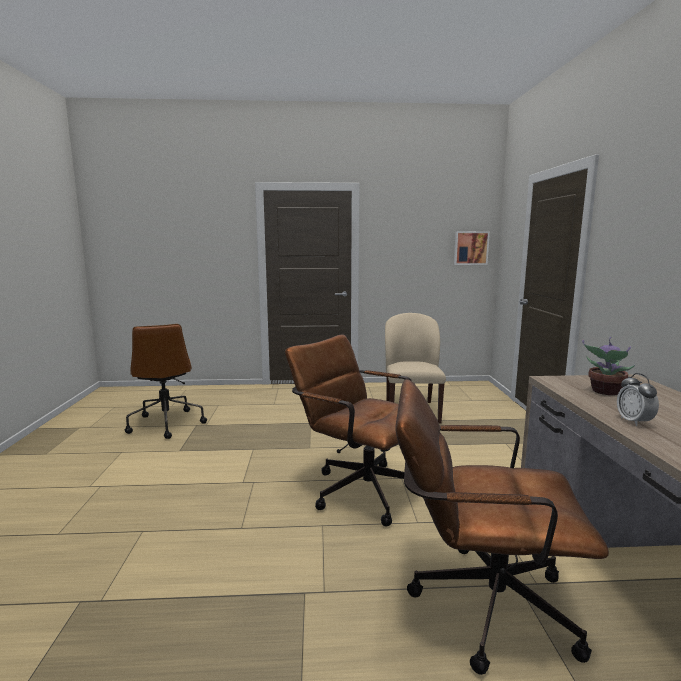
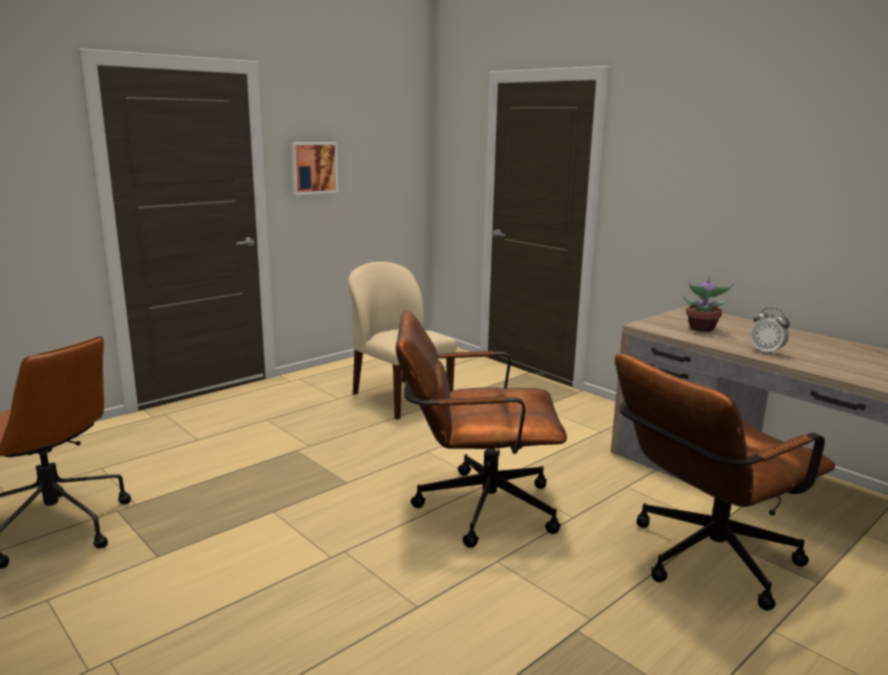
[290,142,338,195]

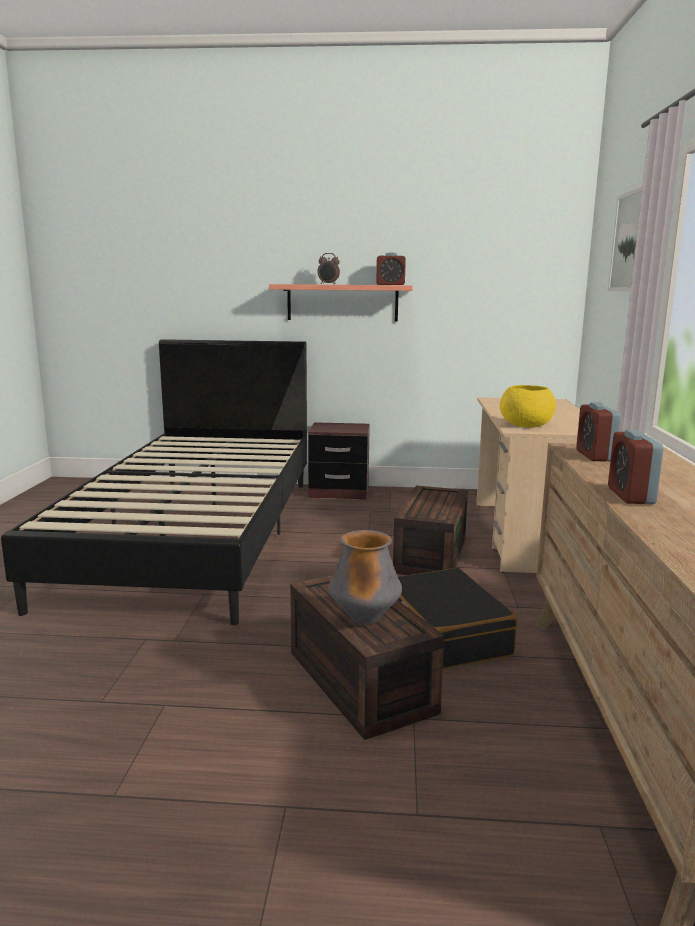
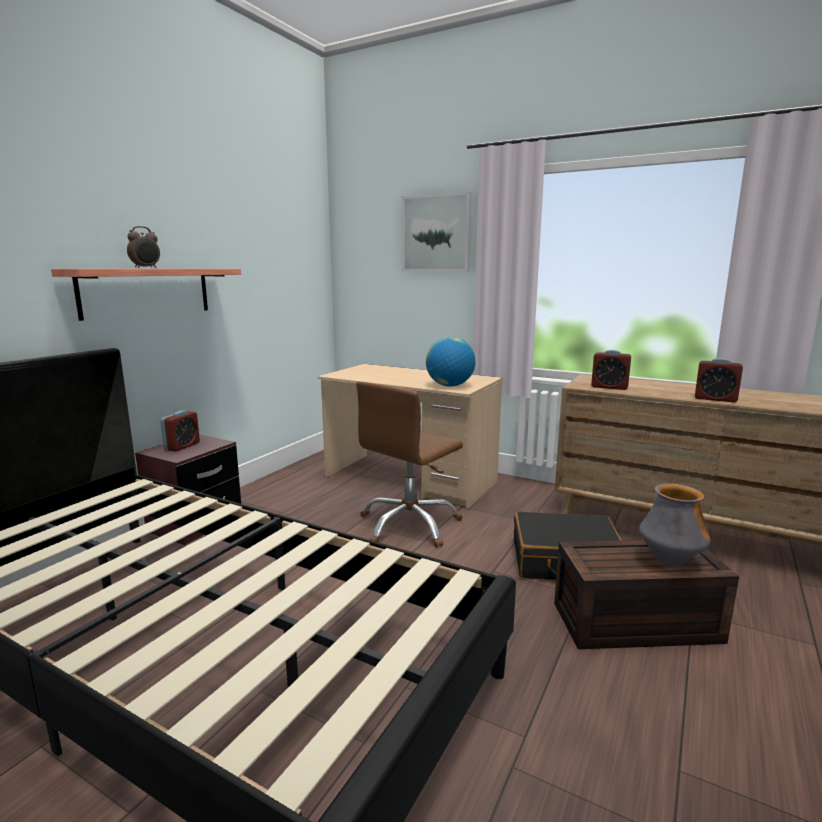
[160,411,200,452]
[356,381,463,548]
[426,337,476,387]

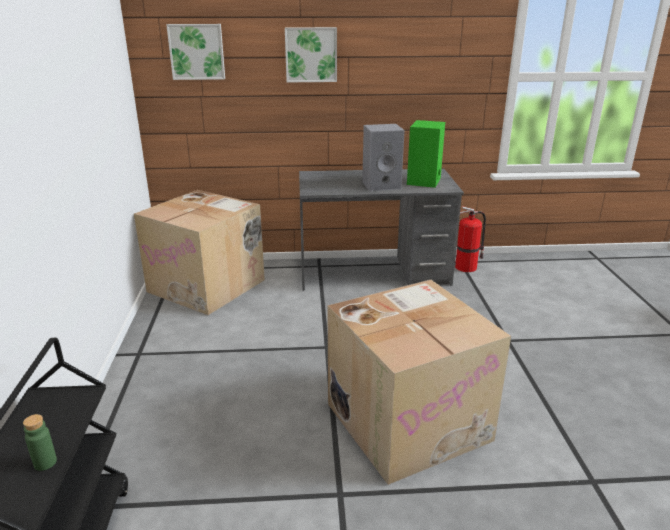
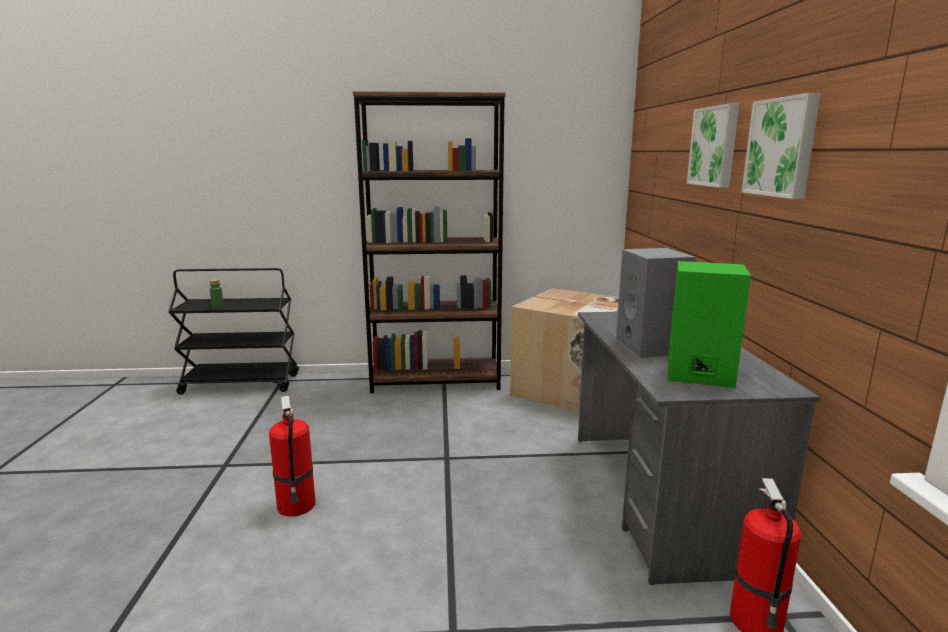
[742,93,821,199]
[269,396,315,517]
[353,91,505,393]

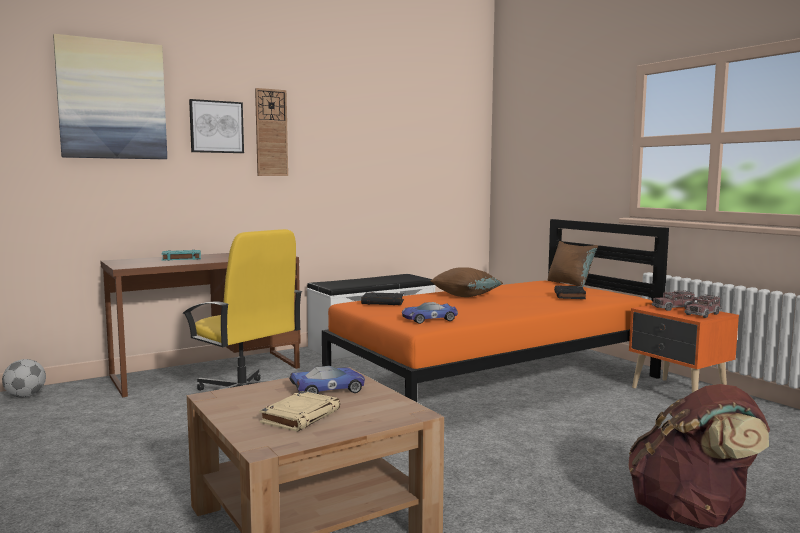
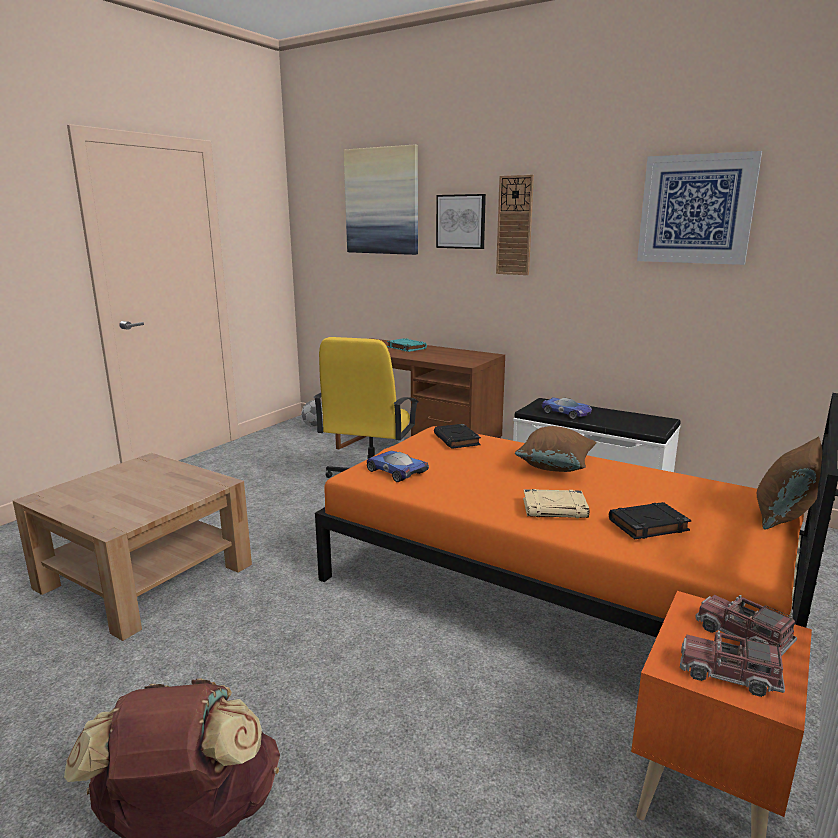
[523,489,589,518]
[541,397,592,419]
[637,151,762,265]

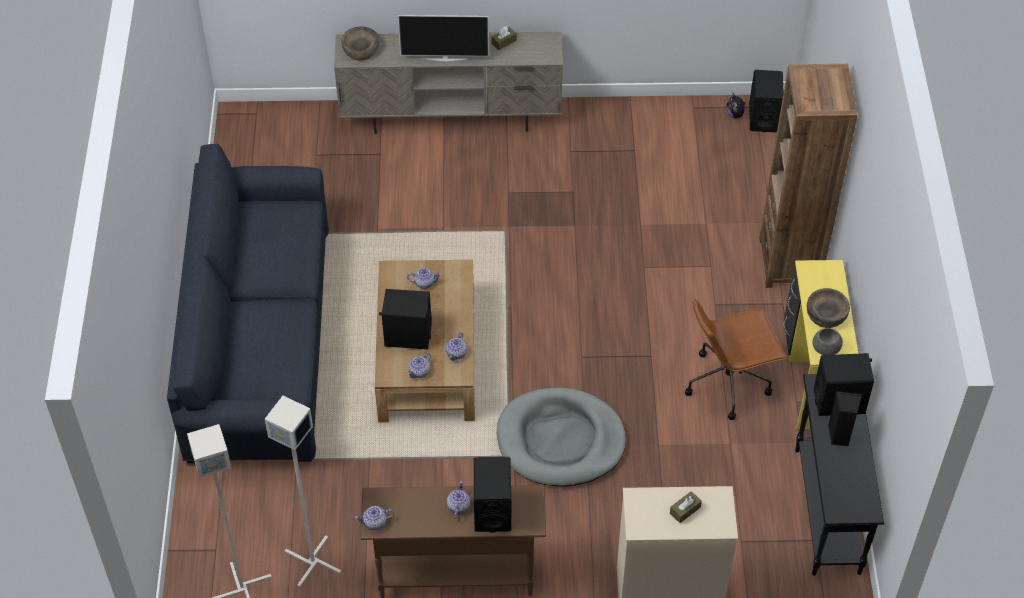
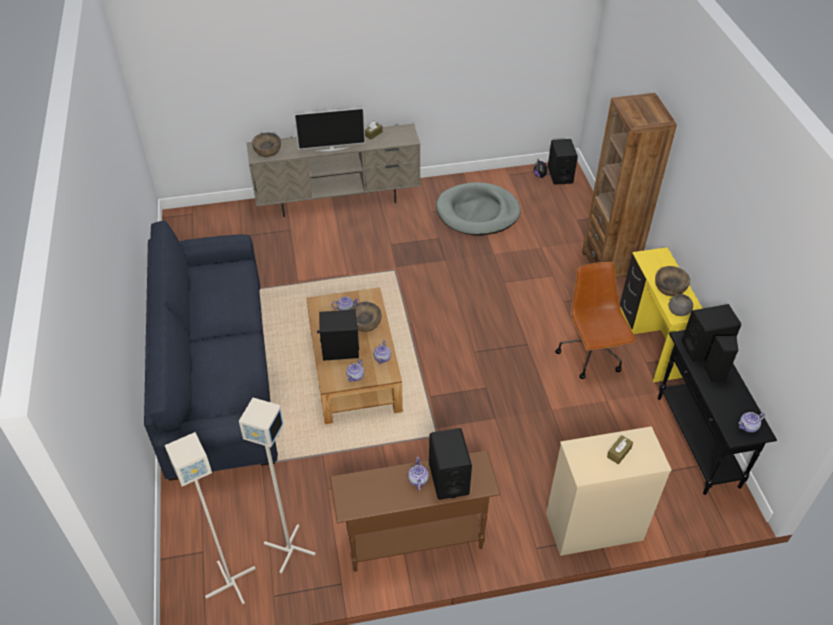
[739,412,765,432]
[436,182,521,235]
[555,262,636,379]
[350,302,382,332]

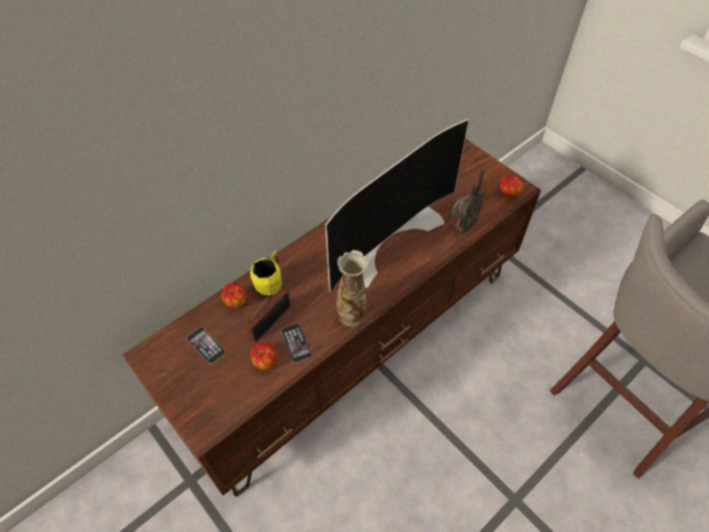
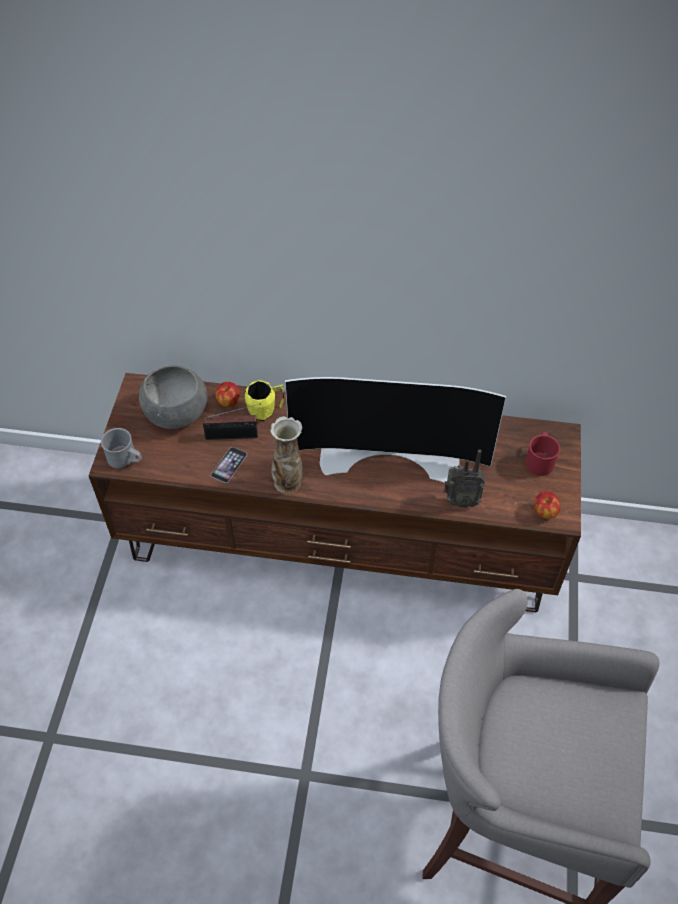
[139,365,207,429]
[251,342,277,370] (first image)
[101,428,142,469]
[525,432,560,476]

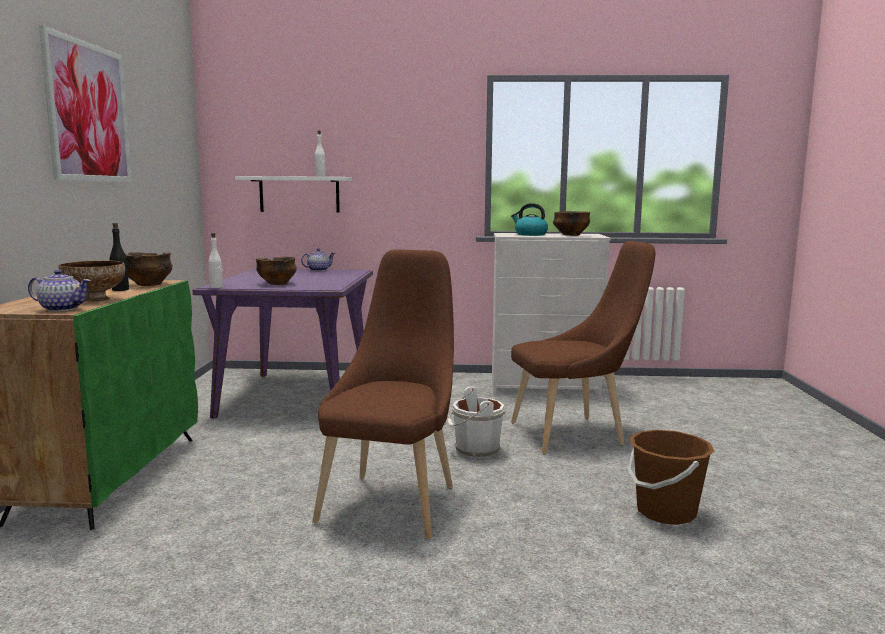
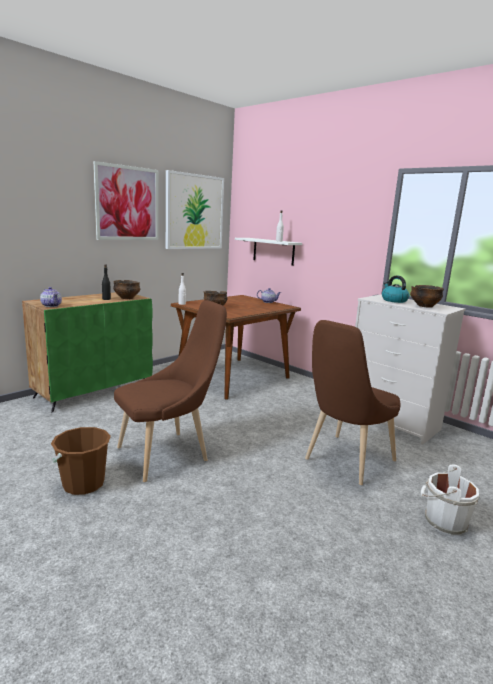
[58,261,125,302] (first image)
[171,295,301,400]
[421,464,479,535]
[305,320,401,485]
[51,427,111,495]
[166,170,224,249]

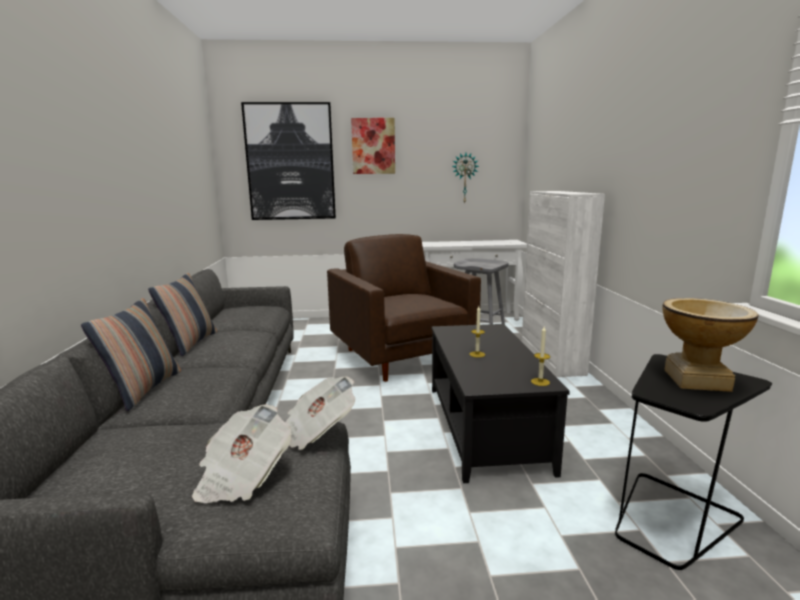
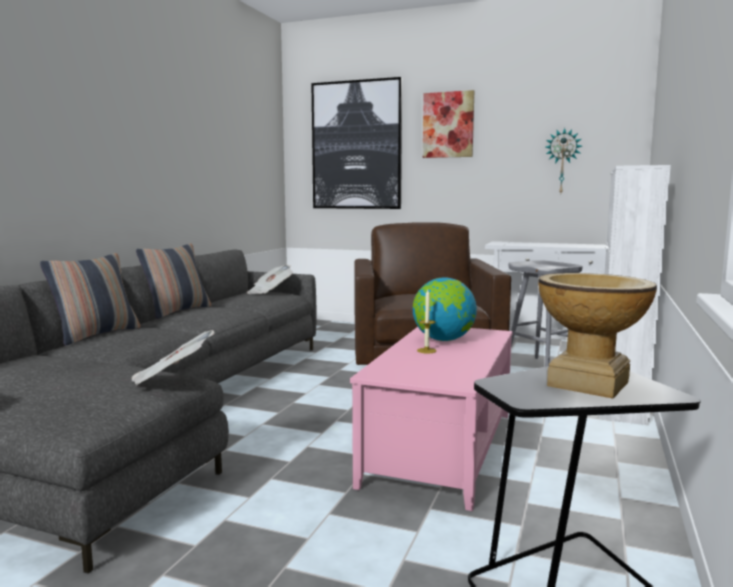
[247,265,293,294]
[350,327,513,511]
[531,326,550,386] (first image)
[413,278,477,341]

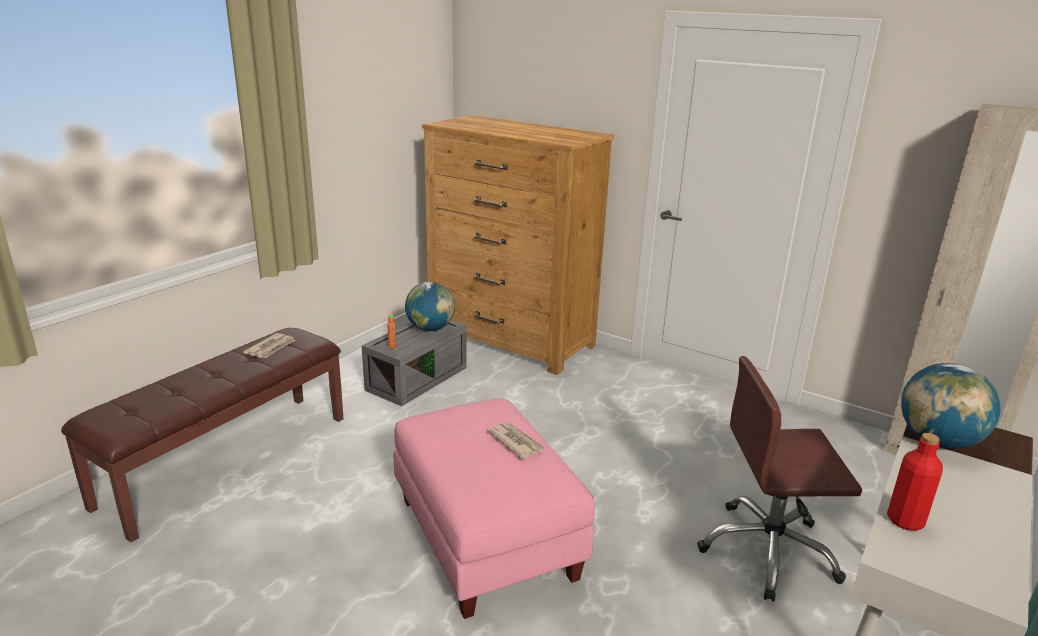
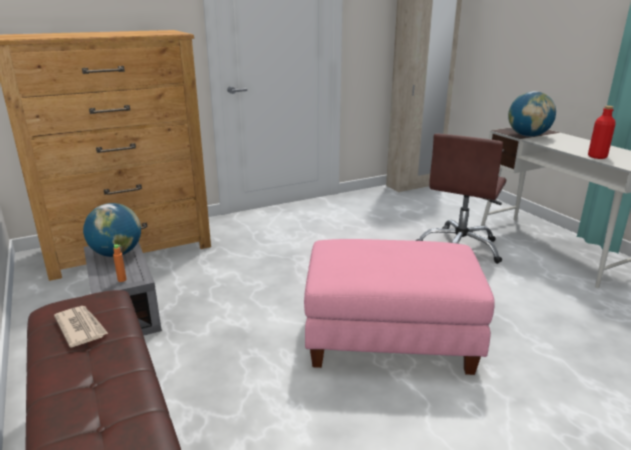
[488,422,546,459] (first image)

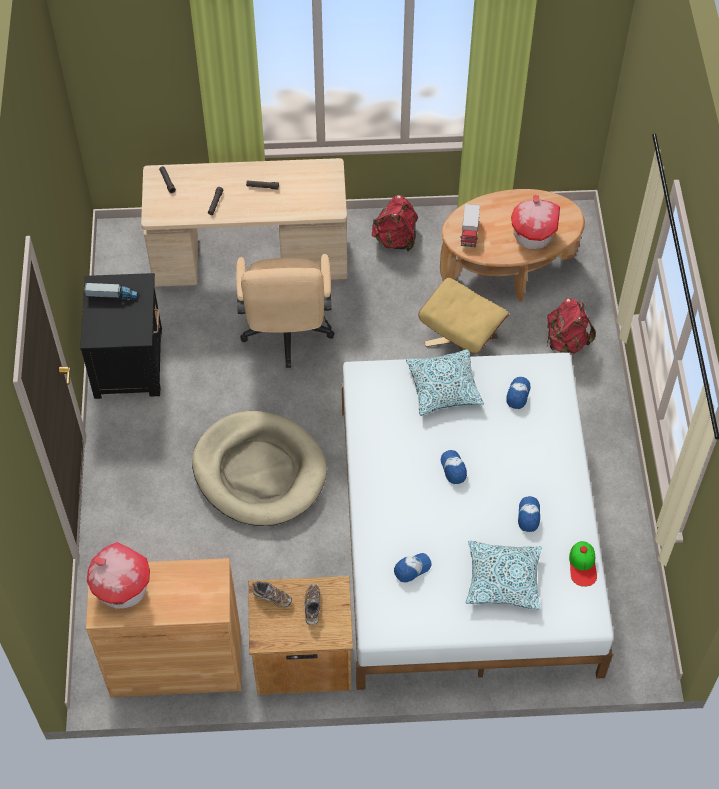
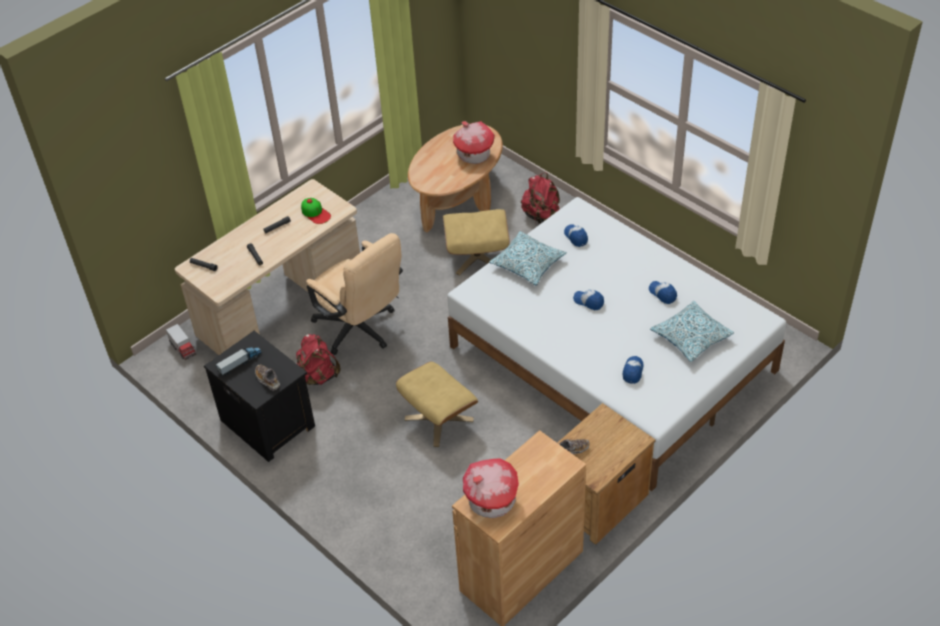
[396,362,478,447]
[255,365,280,391]
[296,334,340,385]
[166,324,196,360]
[301,198,331,224]

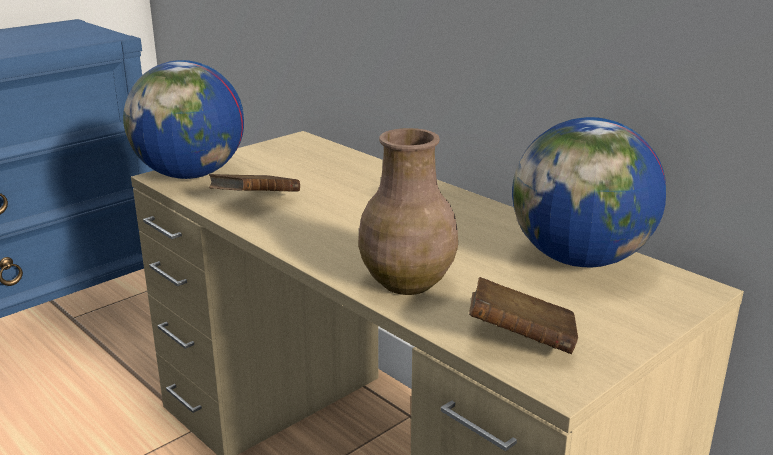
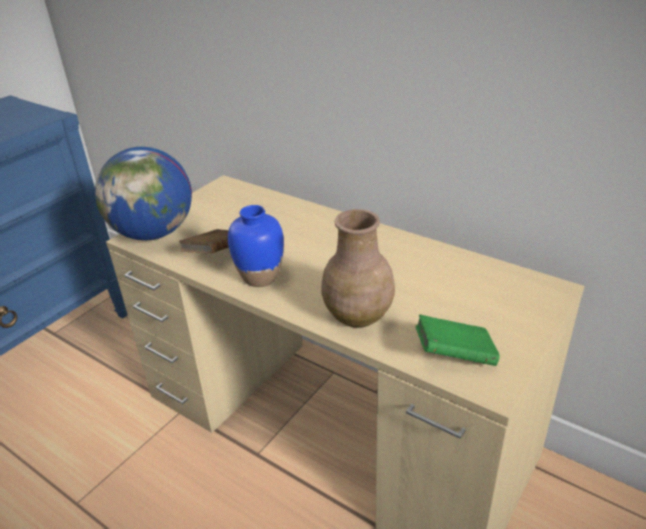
[415,315,500,366]
[512,117,666,267] (first image)
[228,205,284,287]

